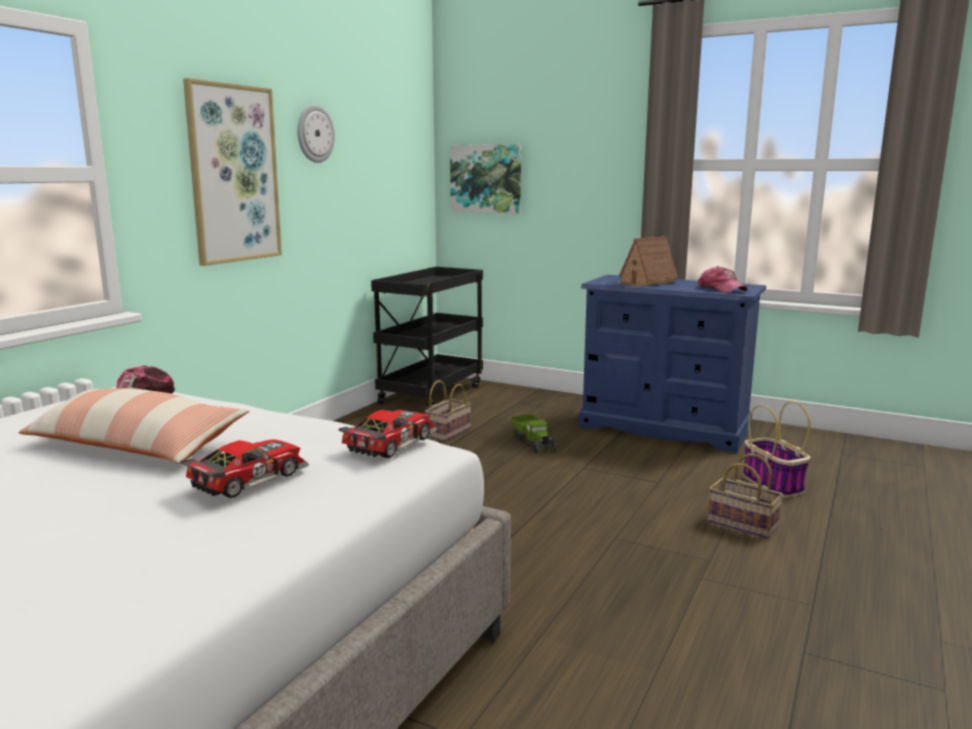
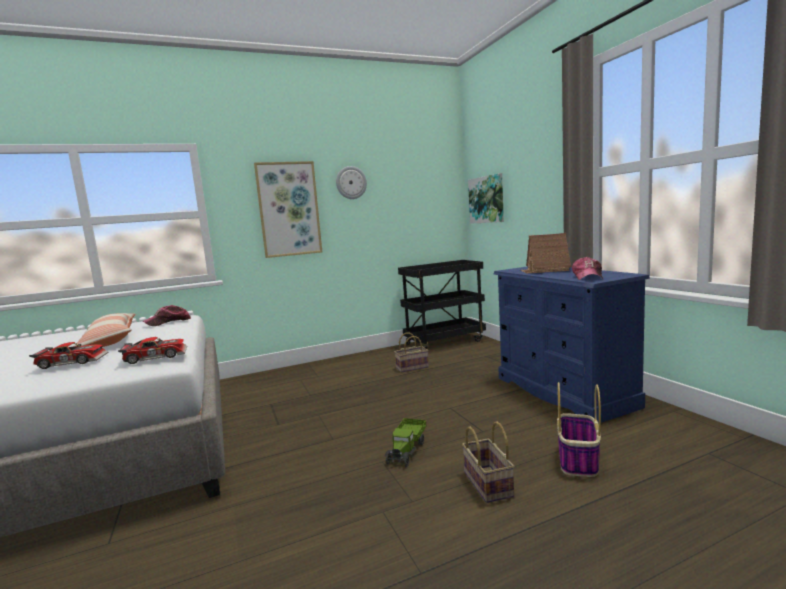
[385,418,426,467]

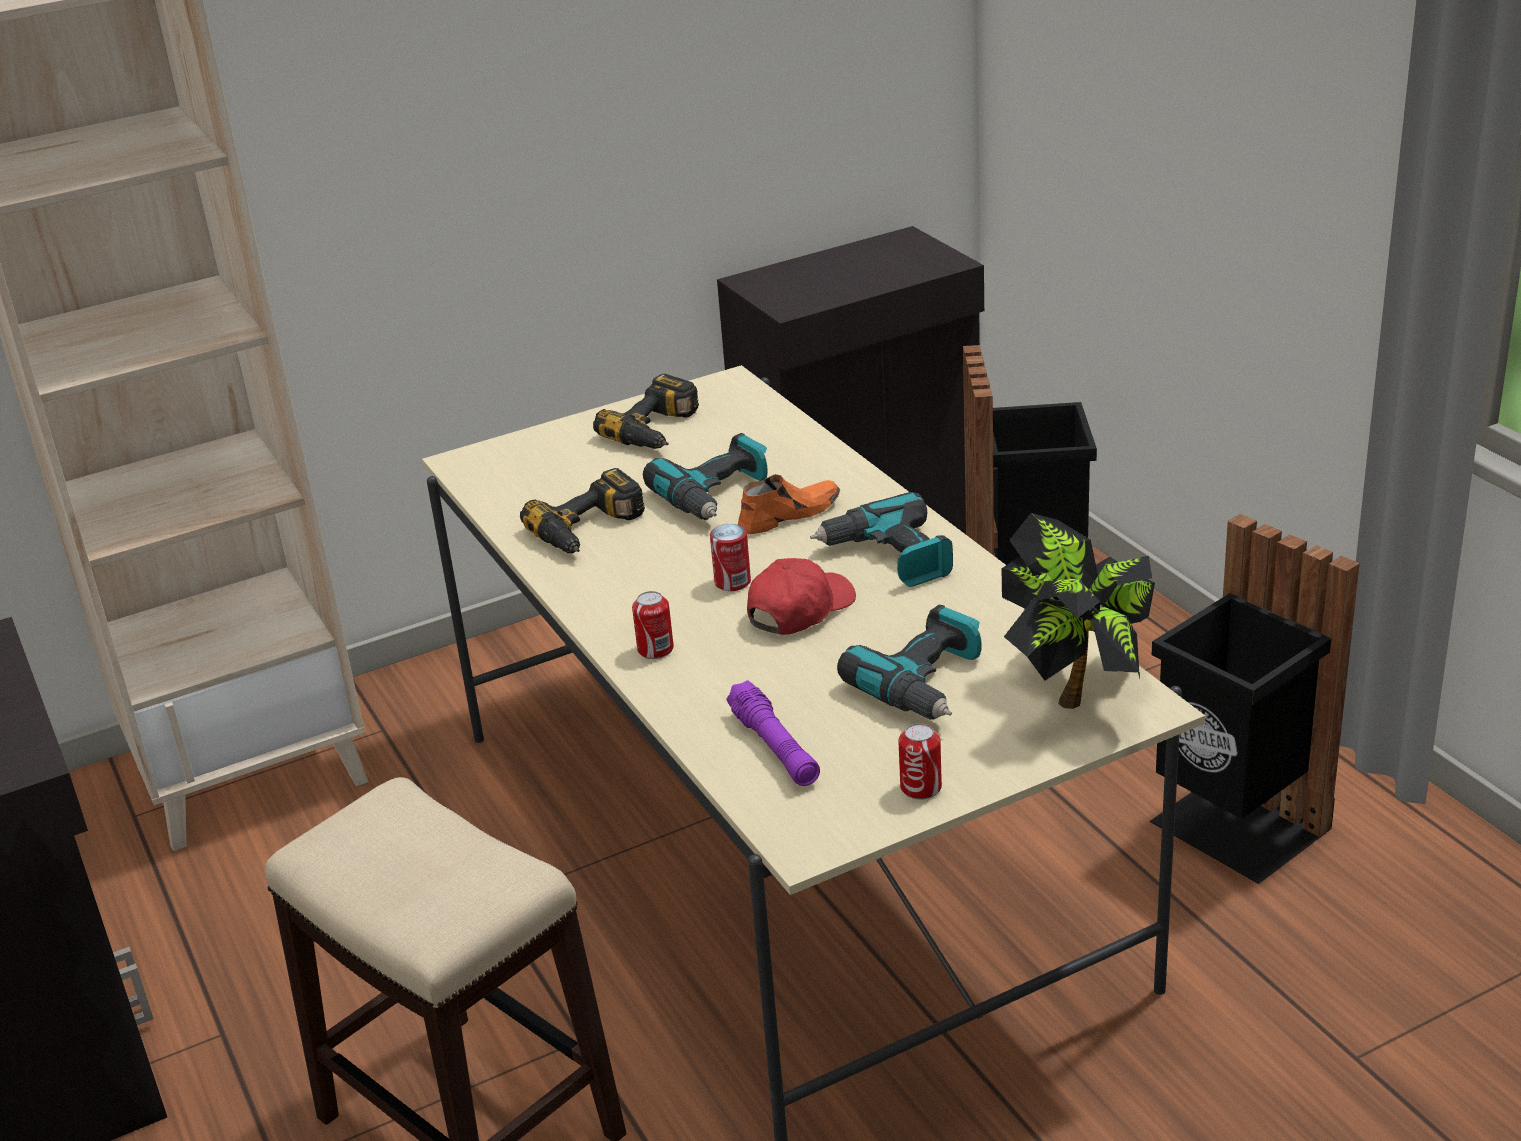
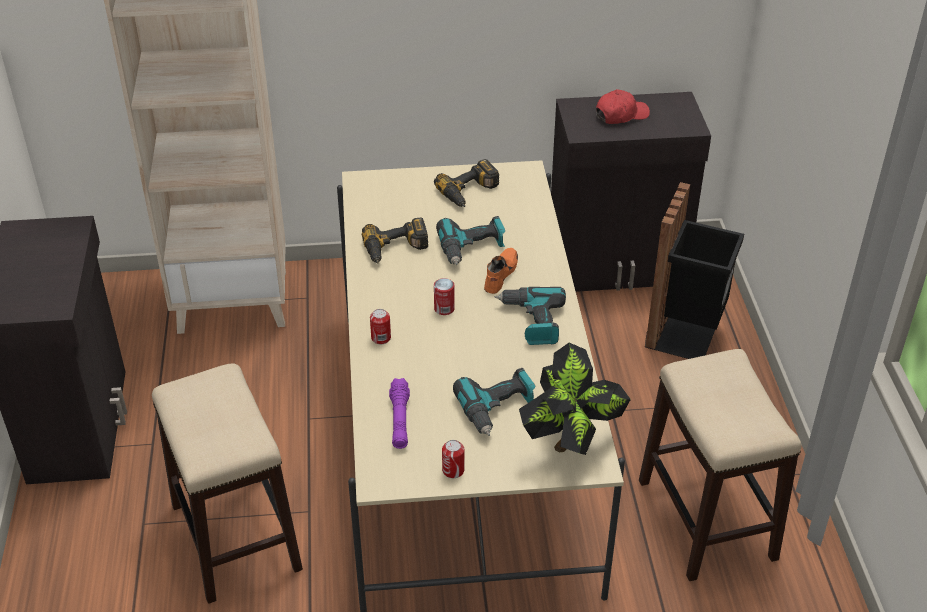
[484,248,518,294]
[596,89,650,124]
[639,349,802,581]

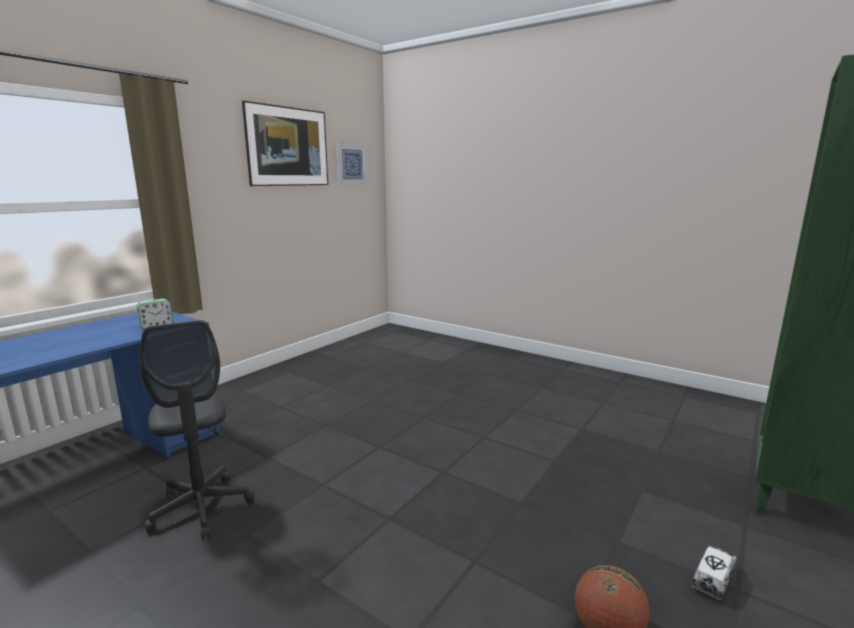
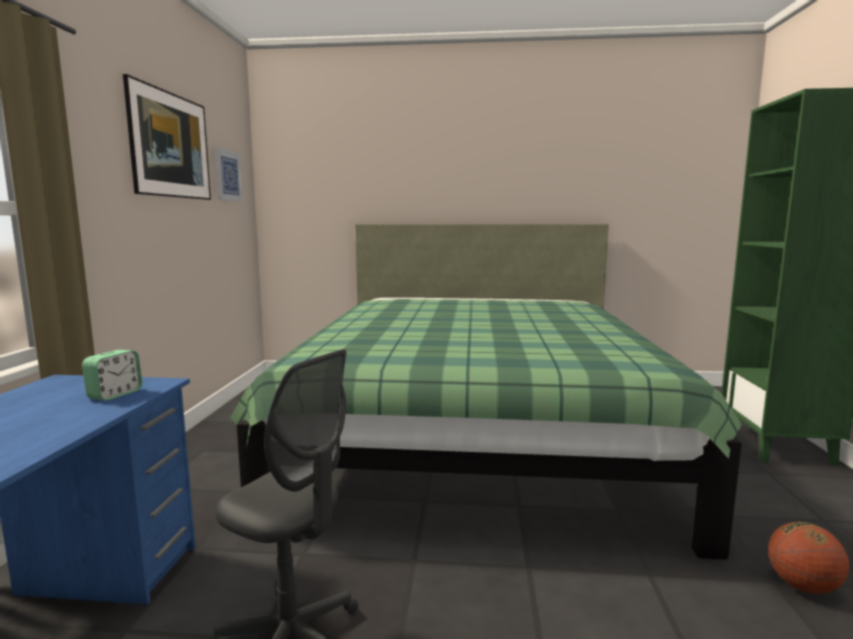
[692,545,736,601] (first image)
[230,224,742,560]

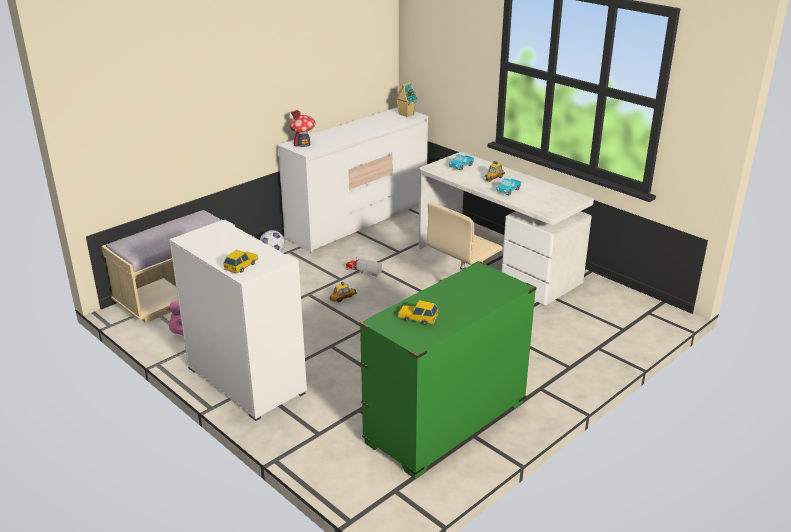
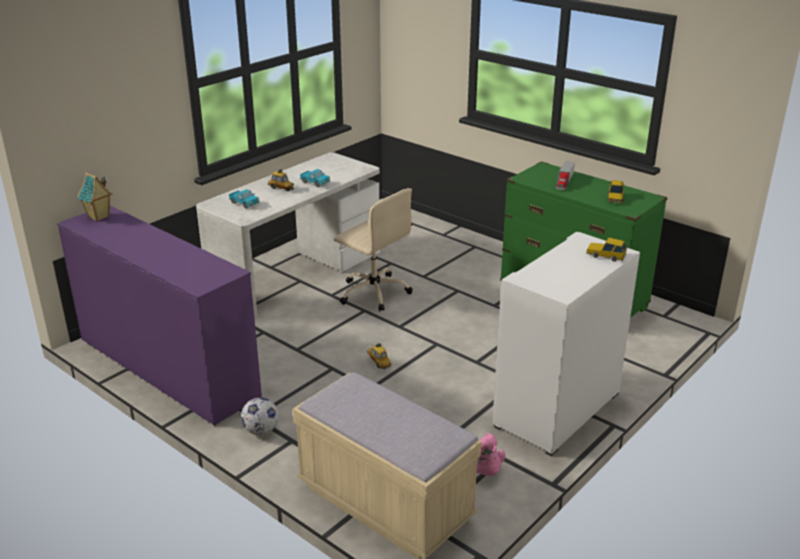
[57,206,262,425]
[289,110,316,147] (first image)
[556,161,575,190]

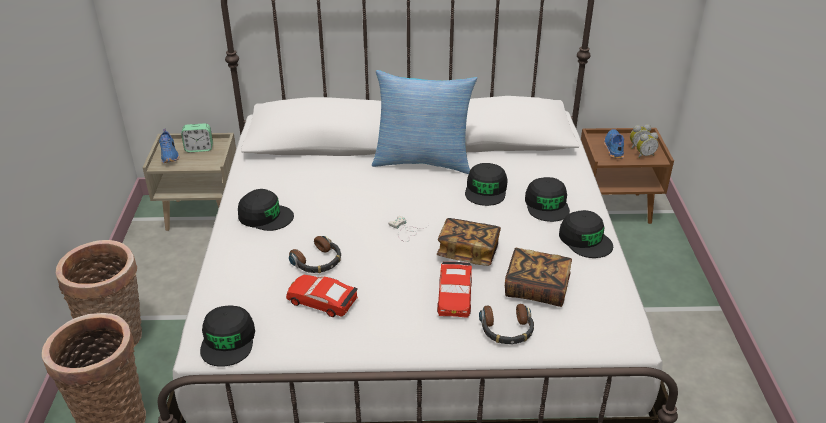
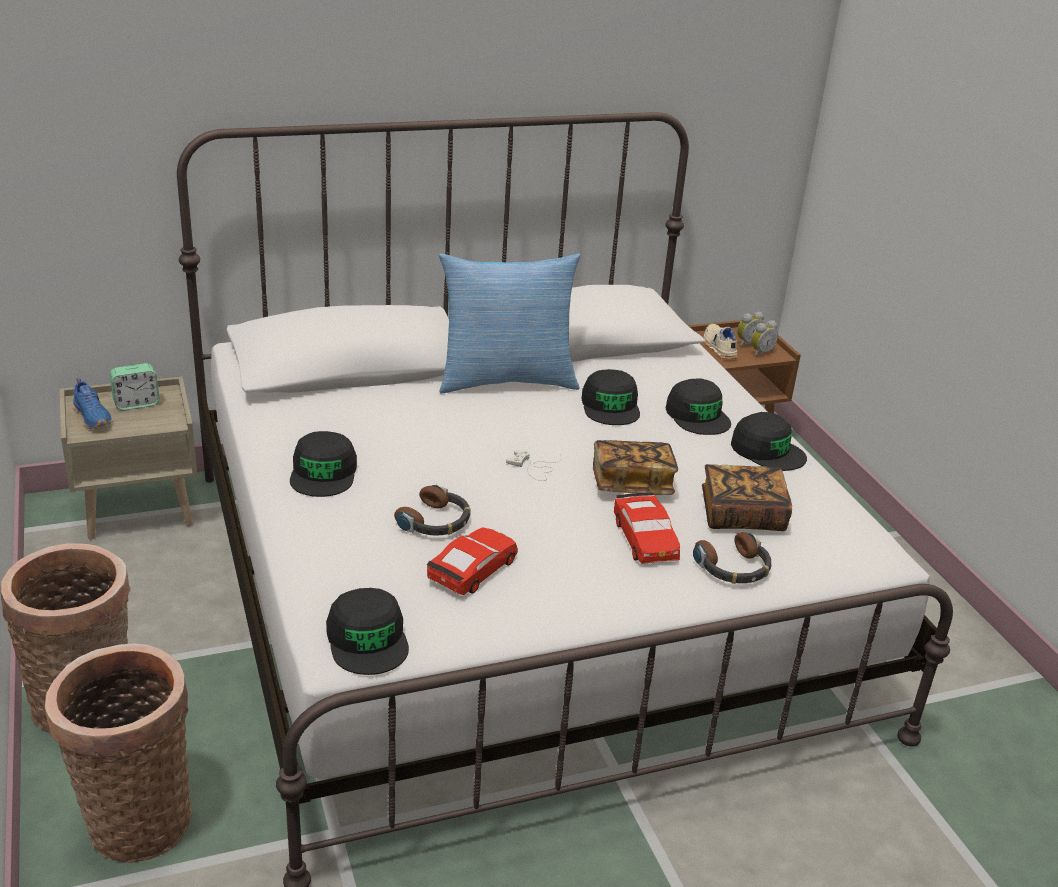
[290,431,357,497]
[427,527,518,595]
[704,324,738,359]

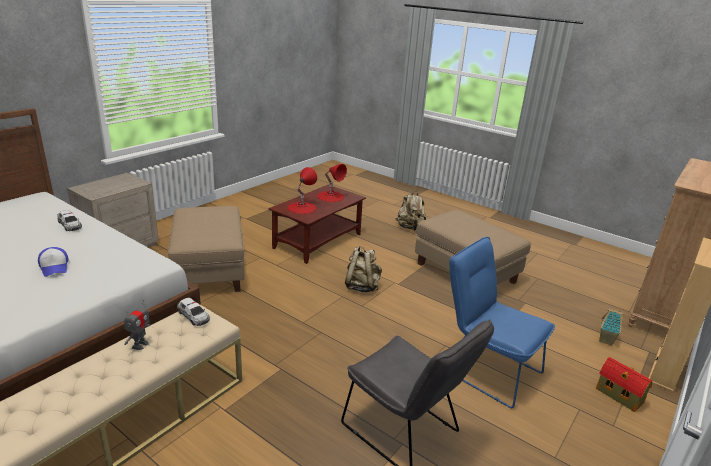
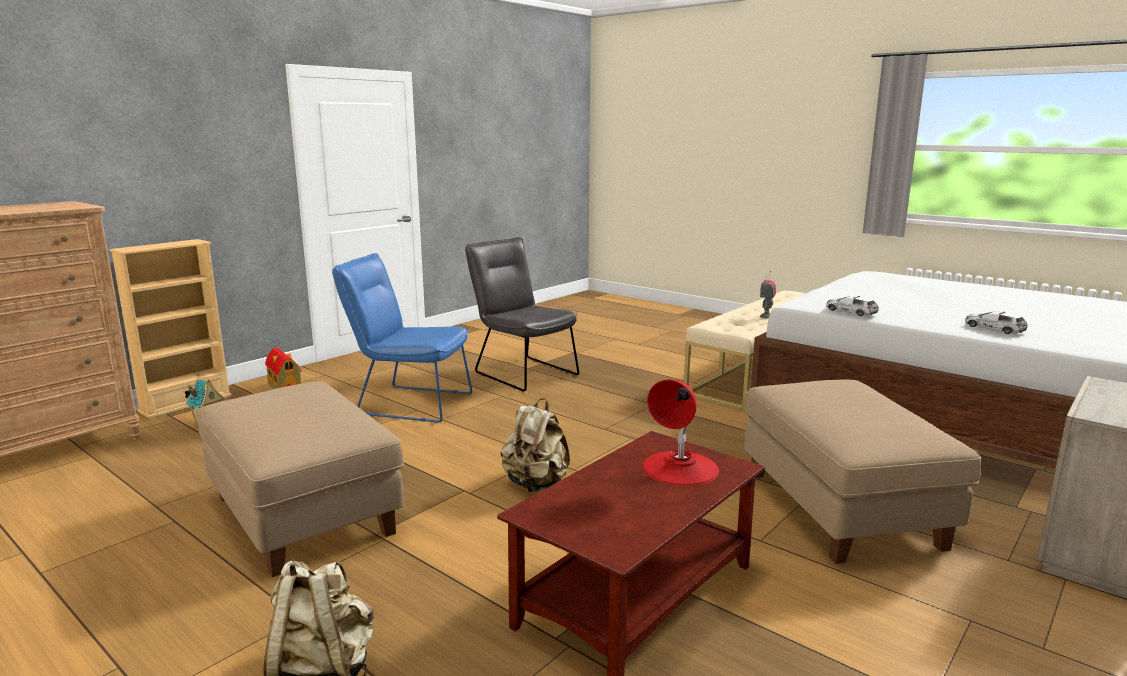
[38,247,69,277] (first image)
[826,296,879,316]
[317,164,347,202] (first image)
[332,253,472,423]

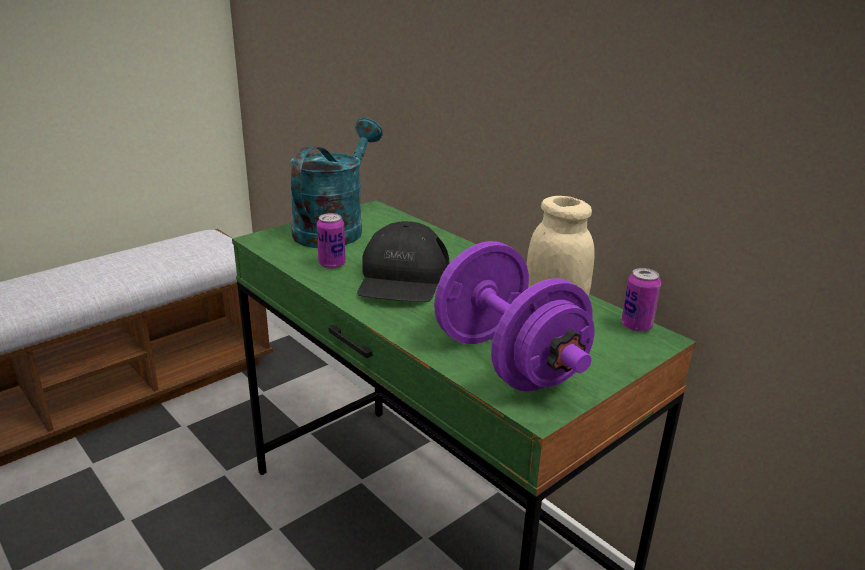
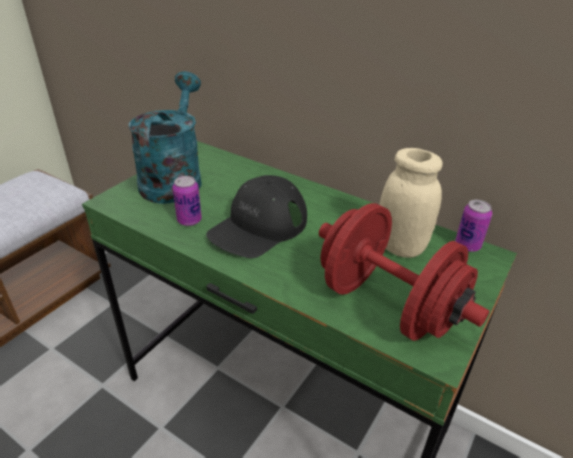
[206,175,307,258]
[319,203,489,341]

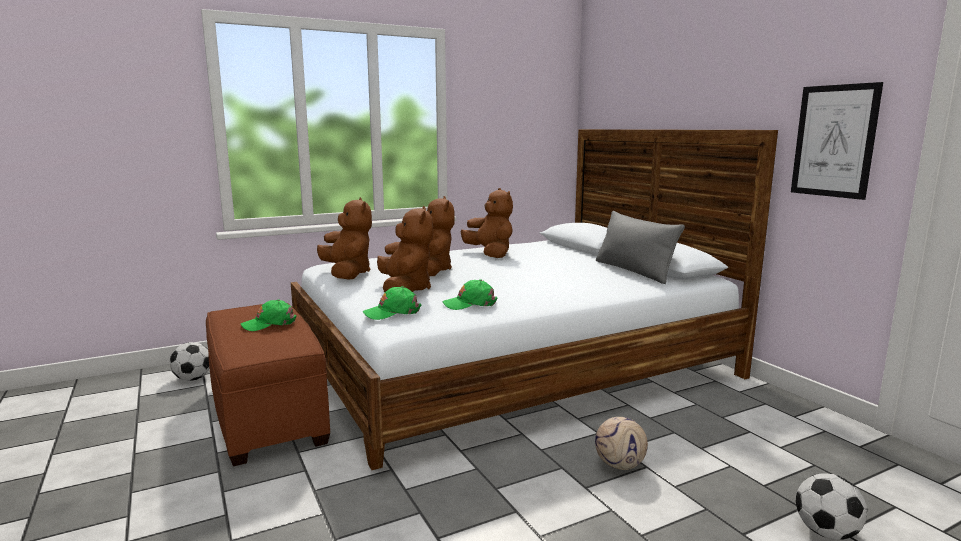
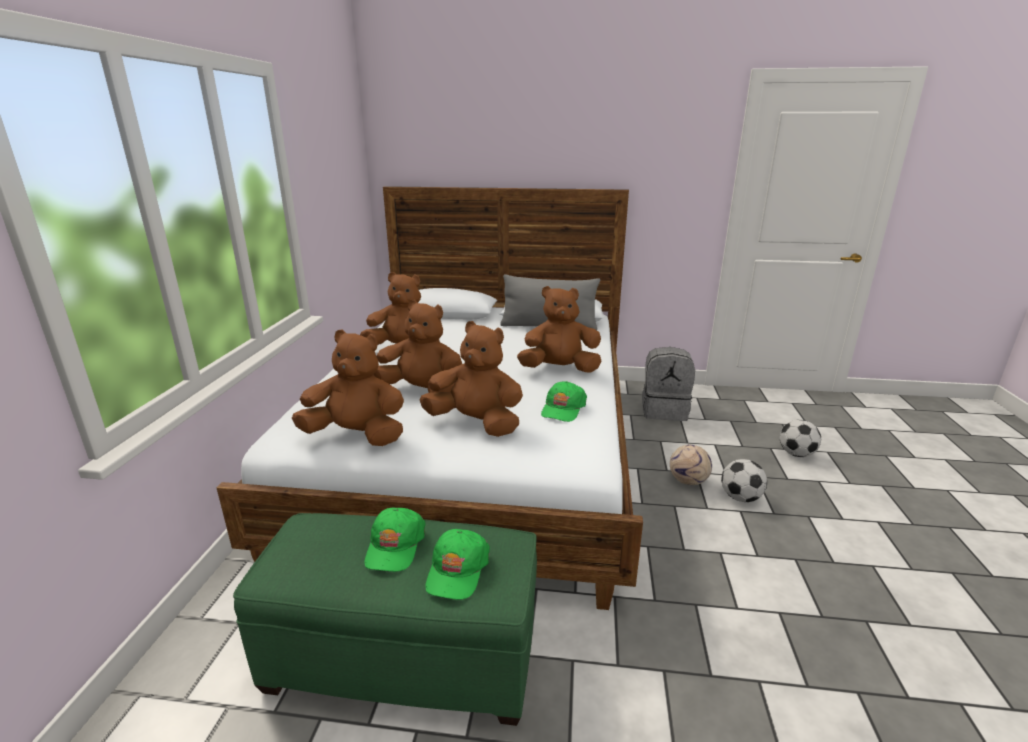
[721,459,767,502]
[233,513,537,726]
[425,529,490,600]
[791,82,883,200] (first image)
[517,286,601,373]
[642,347,695,421]

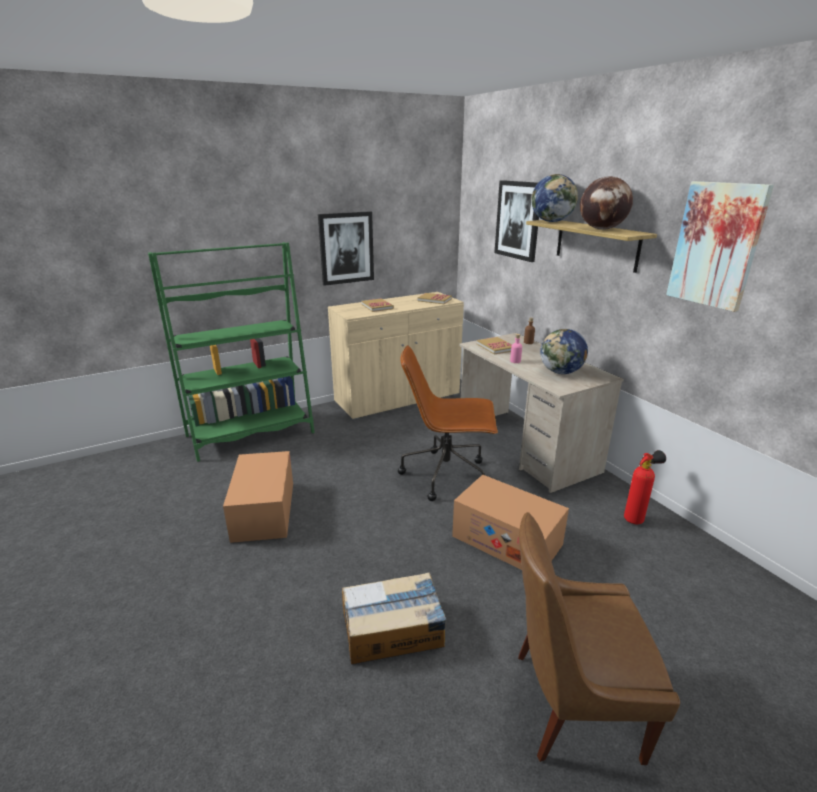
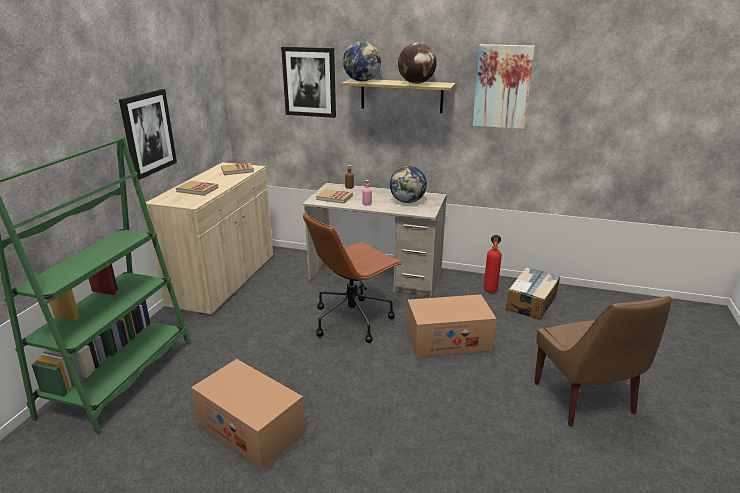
[505,267,560,320]
[534,296,672,427]

